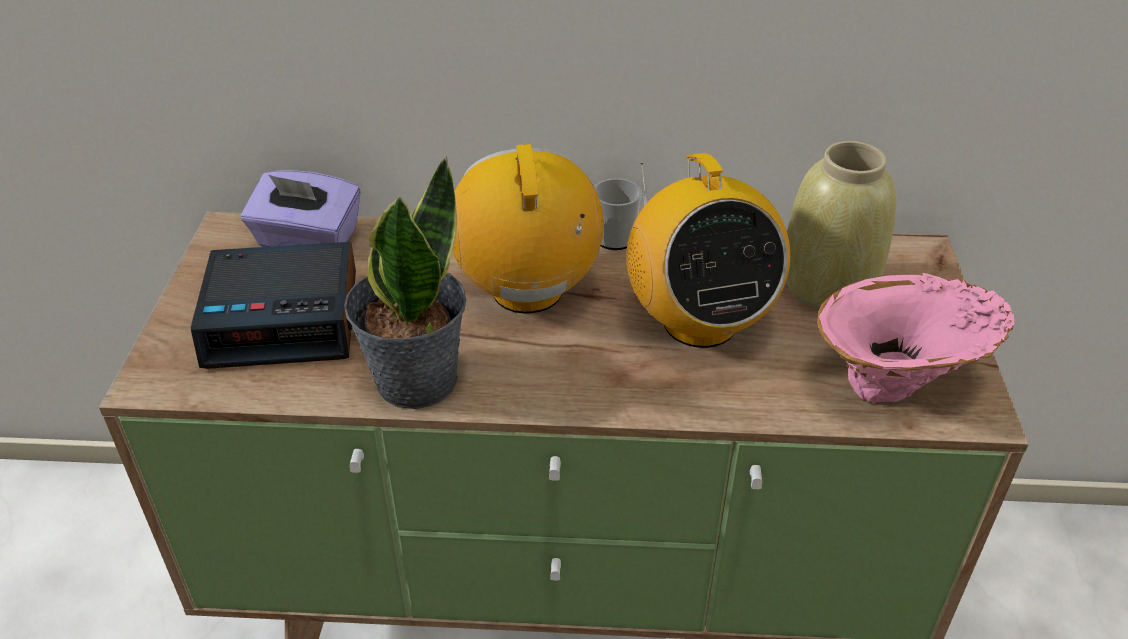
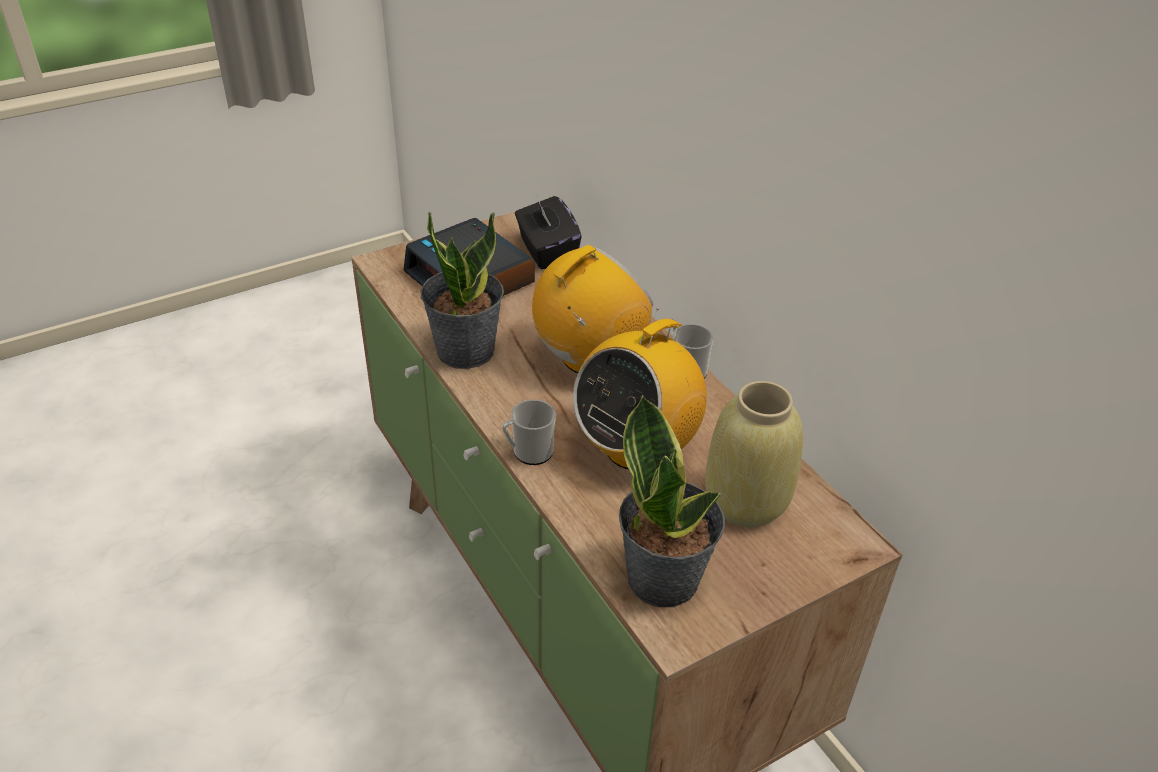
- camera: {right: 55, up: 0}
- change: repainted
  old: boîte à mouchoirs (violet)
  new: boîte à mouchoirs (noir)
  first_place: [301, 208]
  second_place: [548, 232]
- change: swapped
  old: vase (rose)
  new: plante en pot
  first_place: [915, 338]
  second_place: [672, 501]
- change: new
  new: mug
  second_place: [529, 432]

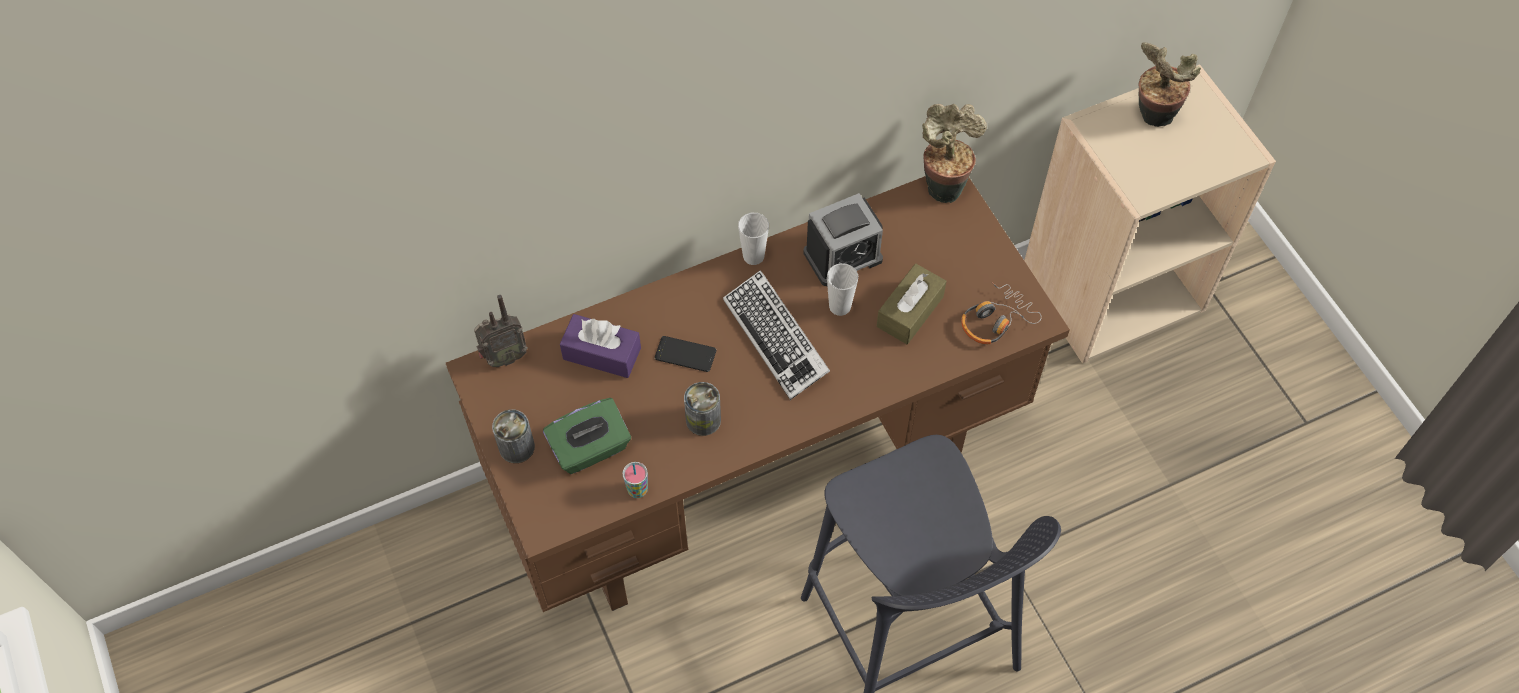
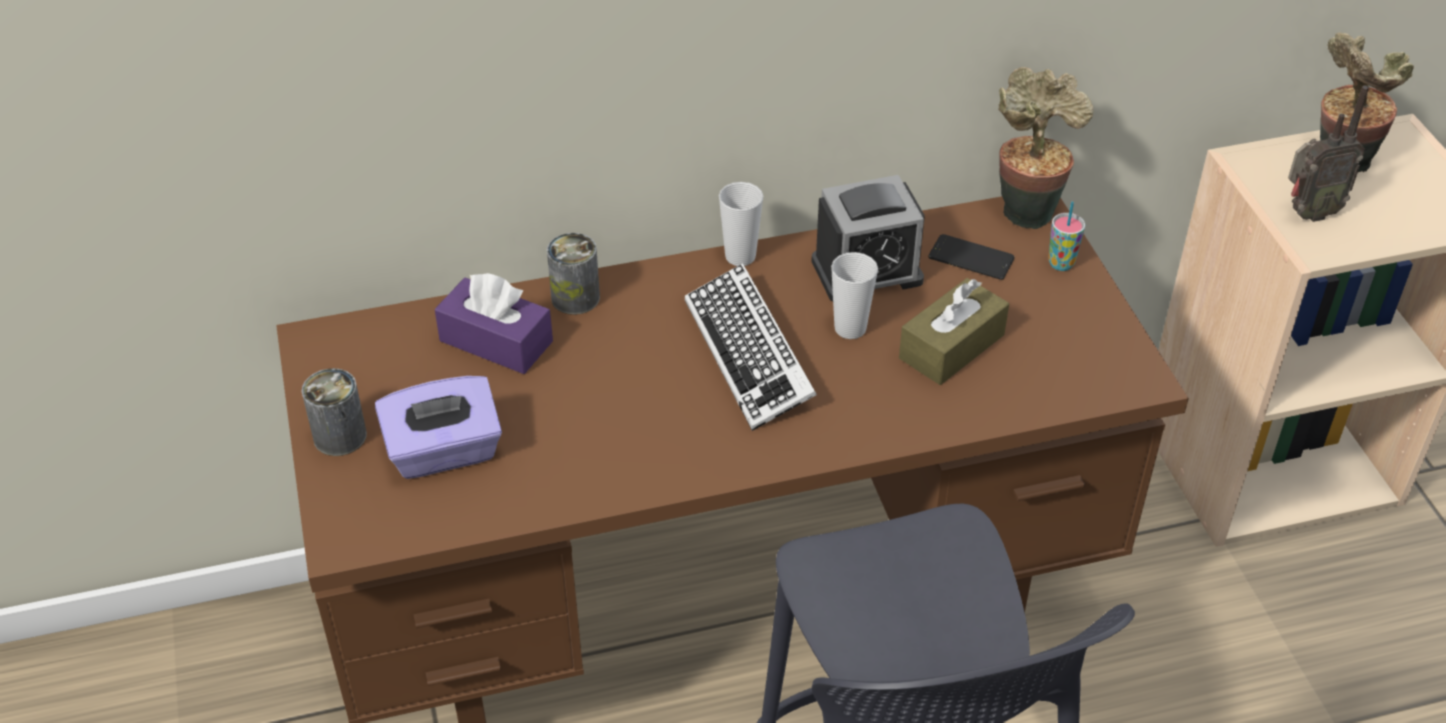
- camera: {right: 10, up: -15}
- change: shifted
  old: radio
  first_place: [501, 331]
  second_place: [1328, 154]
- change: repainted
  old: boîte à mouchoirs (vert)
  new: boîte à mouchoirs (violet)
  first_place: [587, 436]
  second_place: [438, 427]
- change: shifted
  old: tasse
  first_place: [635, 480]
  second_place: [1066, 236]
- change: shifted
  old: téléphone
  first_place: [685, 354]
  second_place: [971, 257]
- change: shifted
  old: boîte métallique
  first_place: [702, 409]
  second_place: [573, 274]
- change: gone
  old: casque audio
  first_place: [1001, 313]

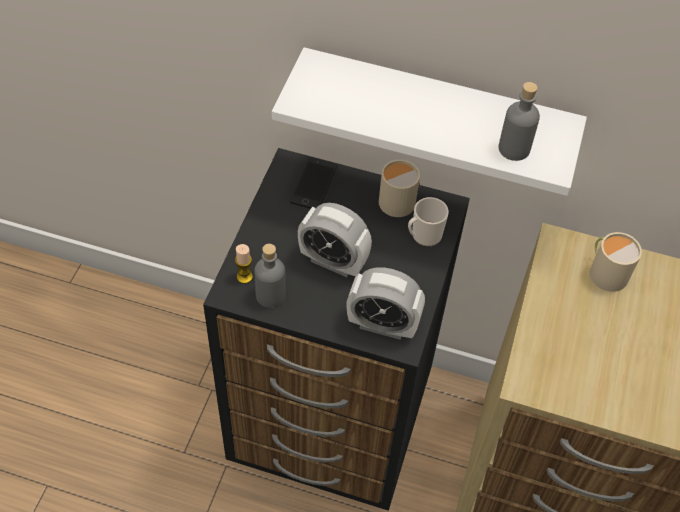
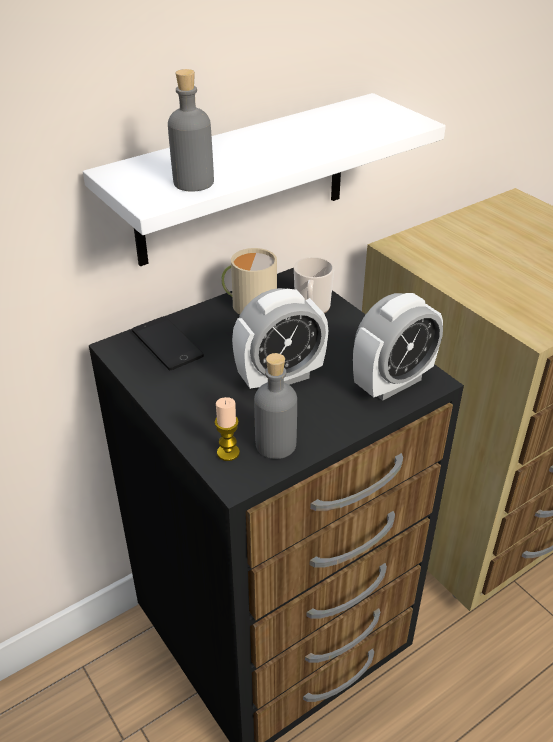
- camera: {right: -50, up: -15}
- change: shifted
  old: bouteille (gris)
  first_place: [519, 121]
  second_place: [191, 130]
- change: gone
  old: mug (beige)
  first_place: [616, 262]

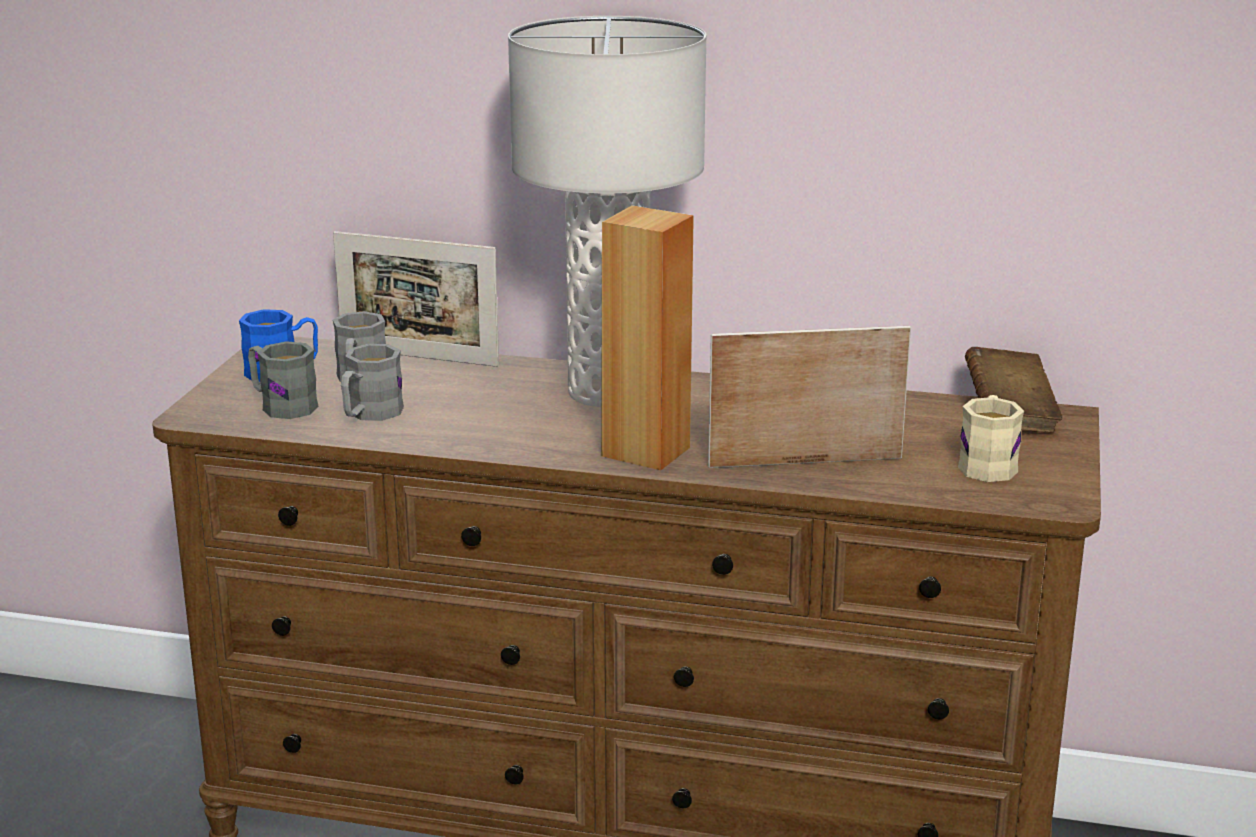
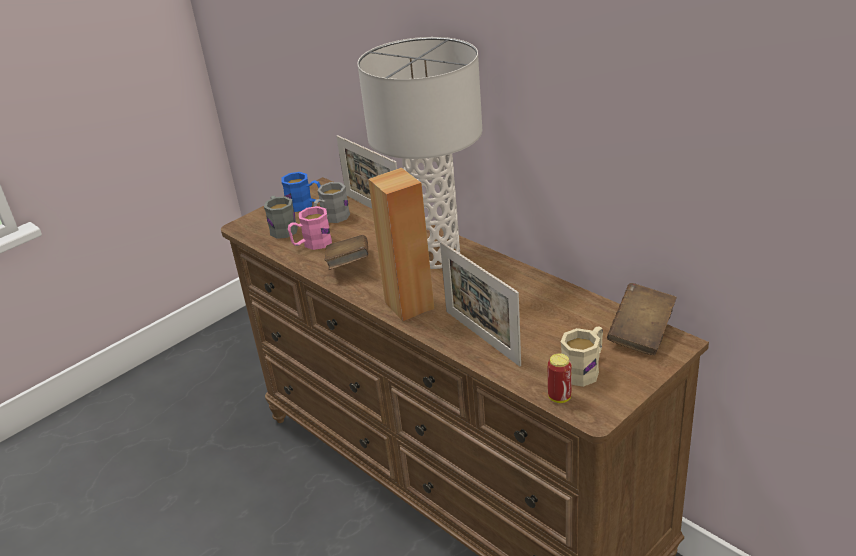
- camera: {right: 35, up: 10}
- change: repainted
  old: mug (gris)
  new: mug (rose)
  first_place: [372, 382]
  second_place: [310, 228]
- change: rotated
  old: cadre photo
  first_place: [809, 397]
  second_place: [480, 304]
  degrees: -150
- change: new
  new: livre (marron)
  second_place: [347, 252]
- change: new
  new: boîte métallique
  second_place: [560, 378]

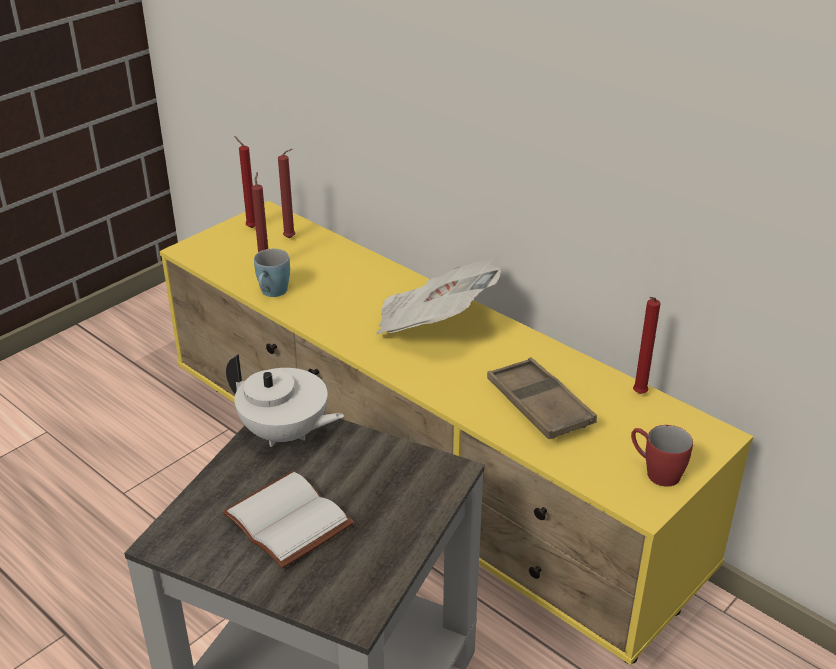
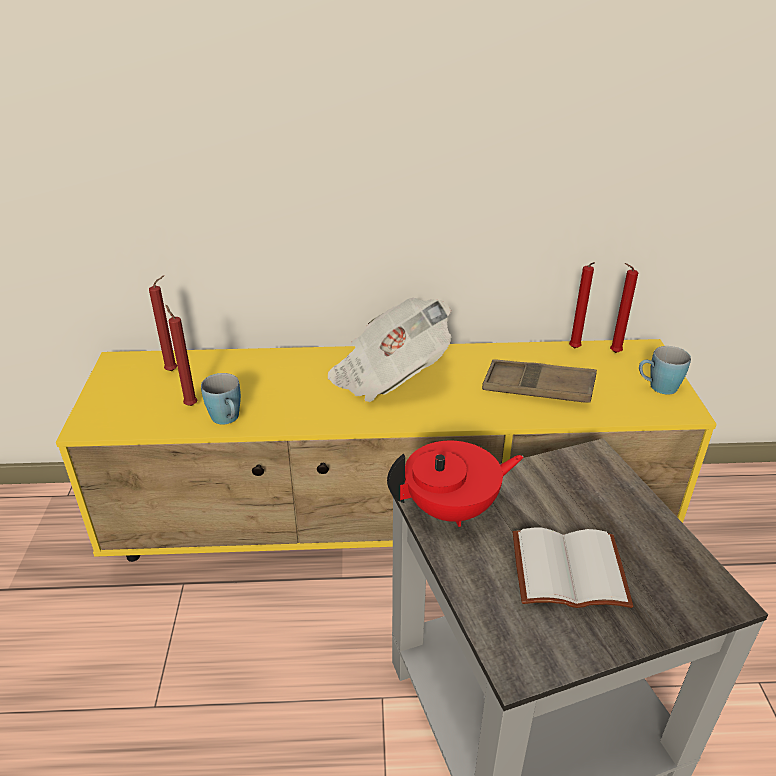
- camera: {right: -45, up: 0}
- change: repainted
  old: théière (blanc)
  new: théière (rouge)
  first_place: [285, 400]
  second_place: [455, 484]
- change: shifted
  old: bougie (rouge)
  first_place: [244, 182]
  second_place: [624, 308]
- change: repainted
  old: mug (rouge)
  new: mug (bleu)
  first_place: [662, 456]
  second_place: [665, 370]

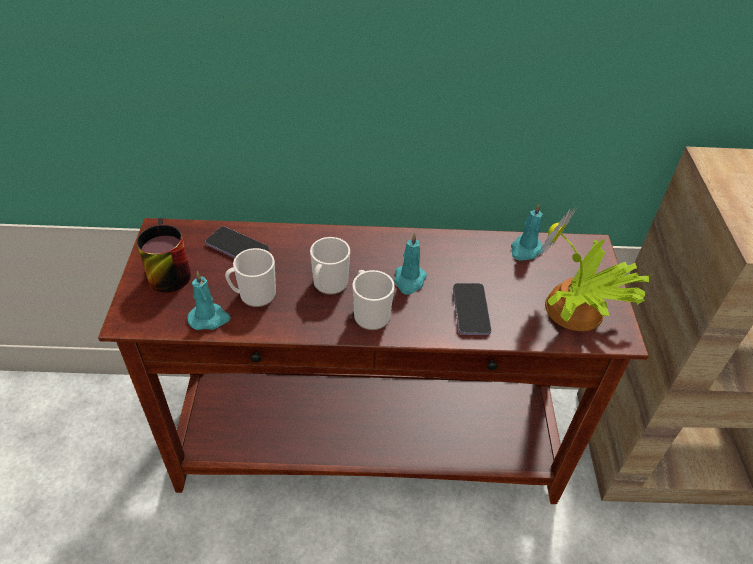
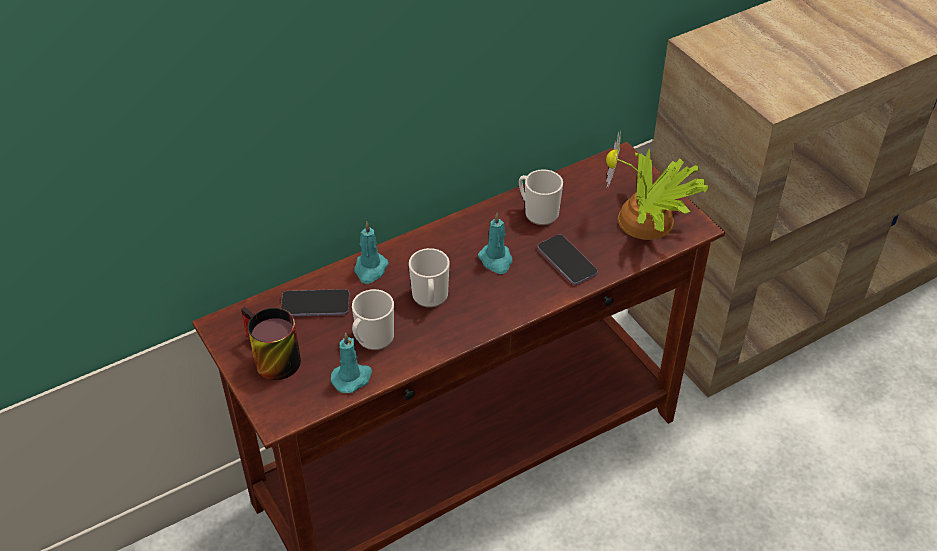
- camera: {right: -30, up: 0}
- change: shifted
  old: mug
  first_place: [374, 300]
  second_place: [541, 197]
- change: shifted
  old: bougie (turquoise)
  first_place: [527, 232]
  second_place: [371, 253]

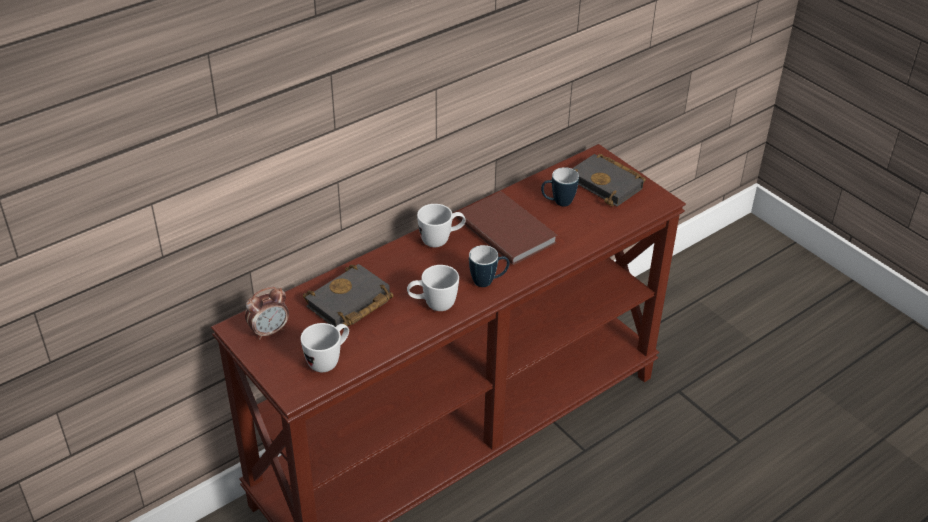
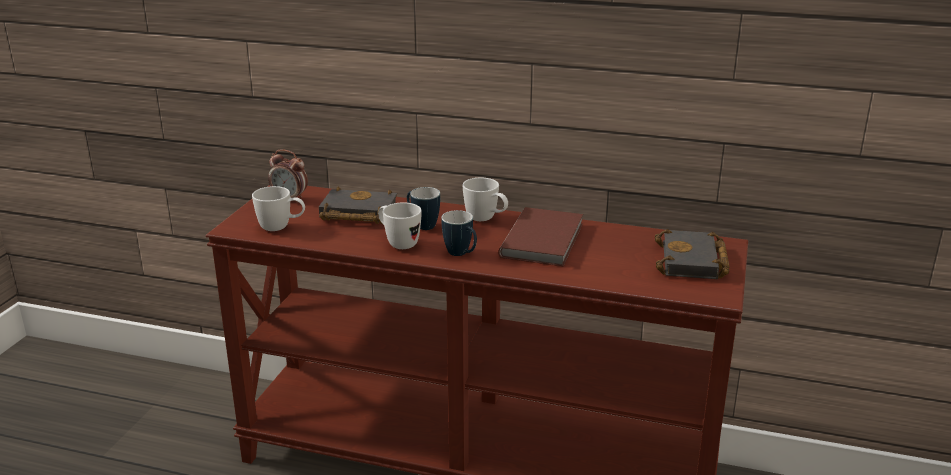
- camera: {right: 55, up: -15}
- change: shifted
  old: mug
  first_place: [560, 187]
  second_place: [423, 208]

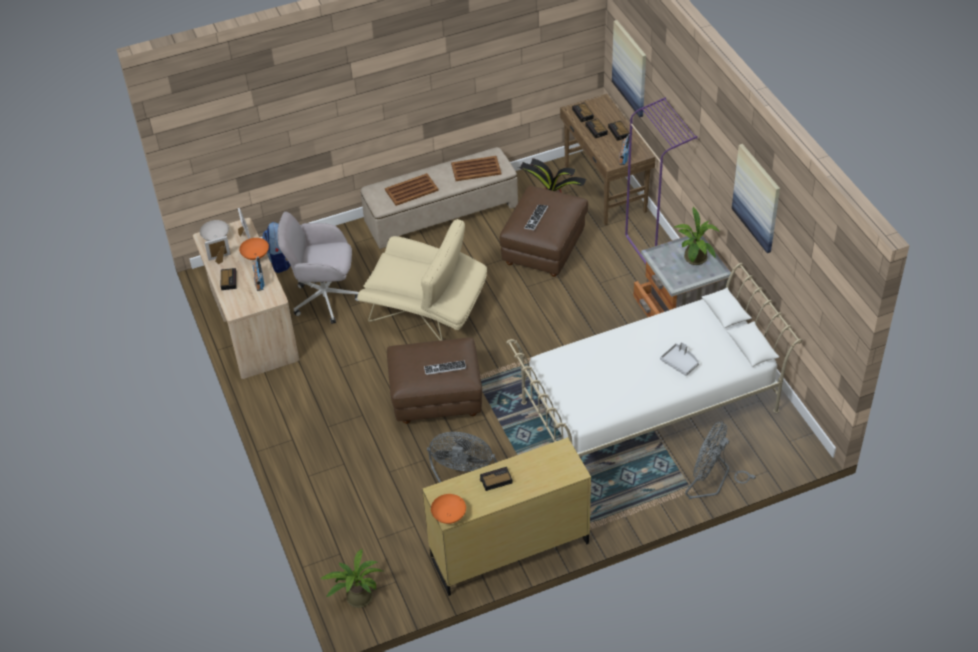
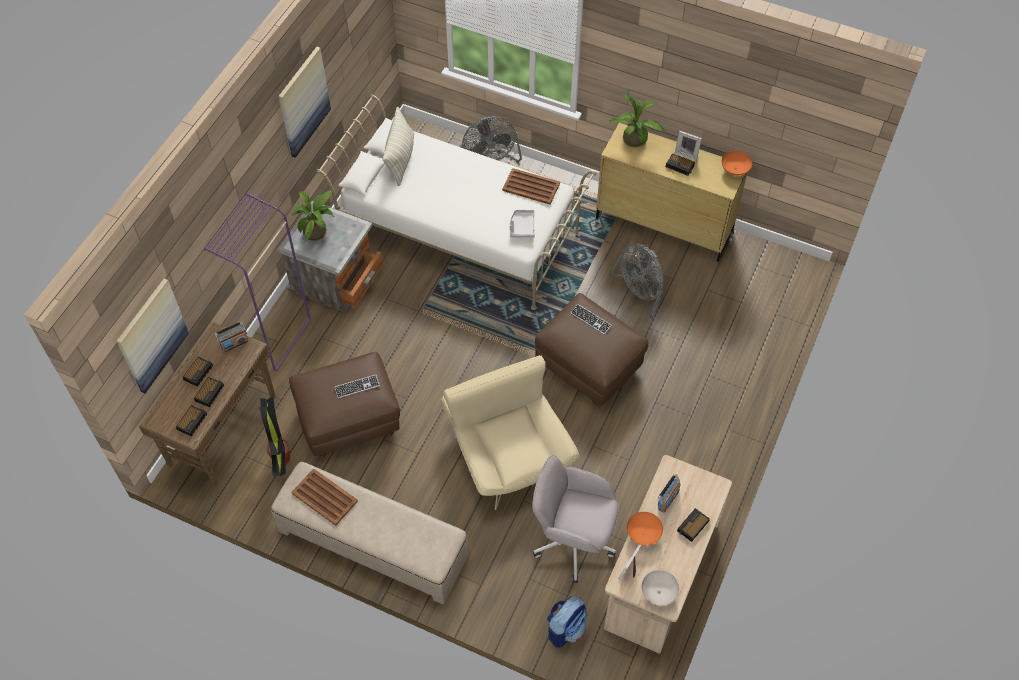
- camera: {right: -135, up: 10}
- change: shifted
  old: cadre photo
  first_place: [217, 250]
  second_place: [688, 146]
- change: rotated
  old: chaise de bureau (gris)
  first_place: [318, 268]
  second_place: [575, 519]
  degrees: 150
- change: shifted
  old: plante en pot
  first_place: [351, 578]
  second_place: [637, 120]
- change: shifted
  old: plateau (marron)
  first_place: [412, 189]
  second_place: [531, 186]
- change: shifted
  old: plateau (gris)
  first_place: [679, 359]
  second_place: [522, 224]
- change: new
  new: coussin
  second_place: [398, 146]

